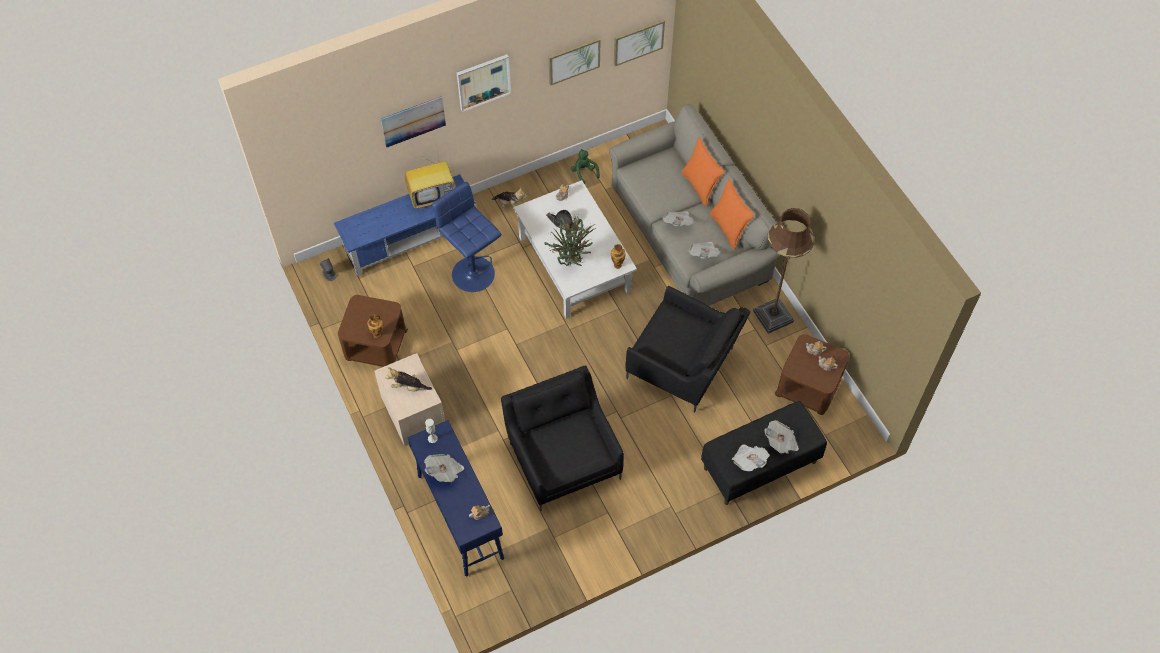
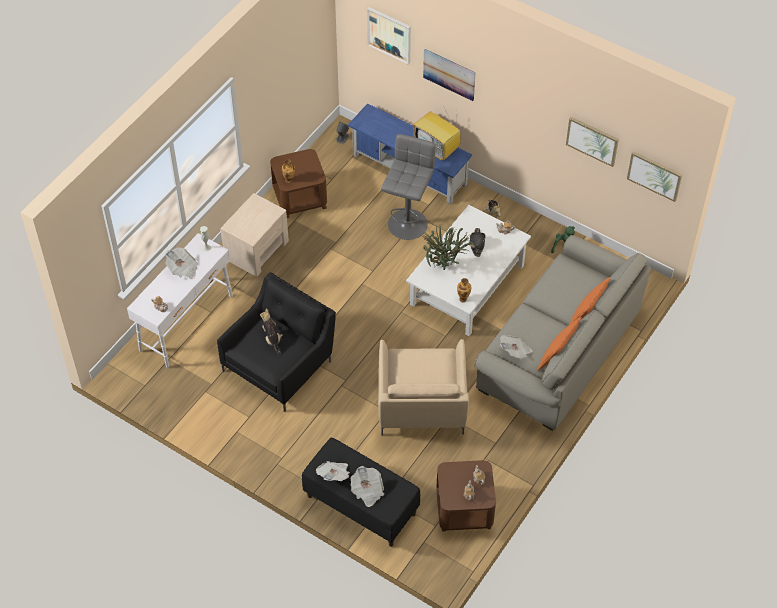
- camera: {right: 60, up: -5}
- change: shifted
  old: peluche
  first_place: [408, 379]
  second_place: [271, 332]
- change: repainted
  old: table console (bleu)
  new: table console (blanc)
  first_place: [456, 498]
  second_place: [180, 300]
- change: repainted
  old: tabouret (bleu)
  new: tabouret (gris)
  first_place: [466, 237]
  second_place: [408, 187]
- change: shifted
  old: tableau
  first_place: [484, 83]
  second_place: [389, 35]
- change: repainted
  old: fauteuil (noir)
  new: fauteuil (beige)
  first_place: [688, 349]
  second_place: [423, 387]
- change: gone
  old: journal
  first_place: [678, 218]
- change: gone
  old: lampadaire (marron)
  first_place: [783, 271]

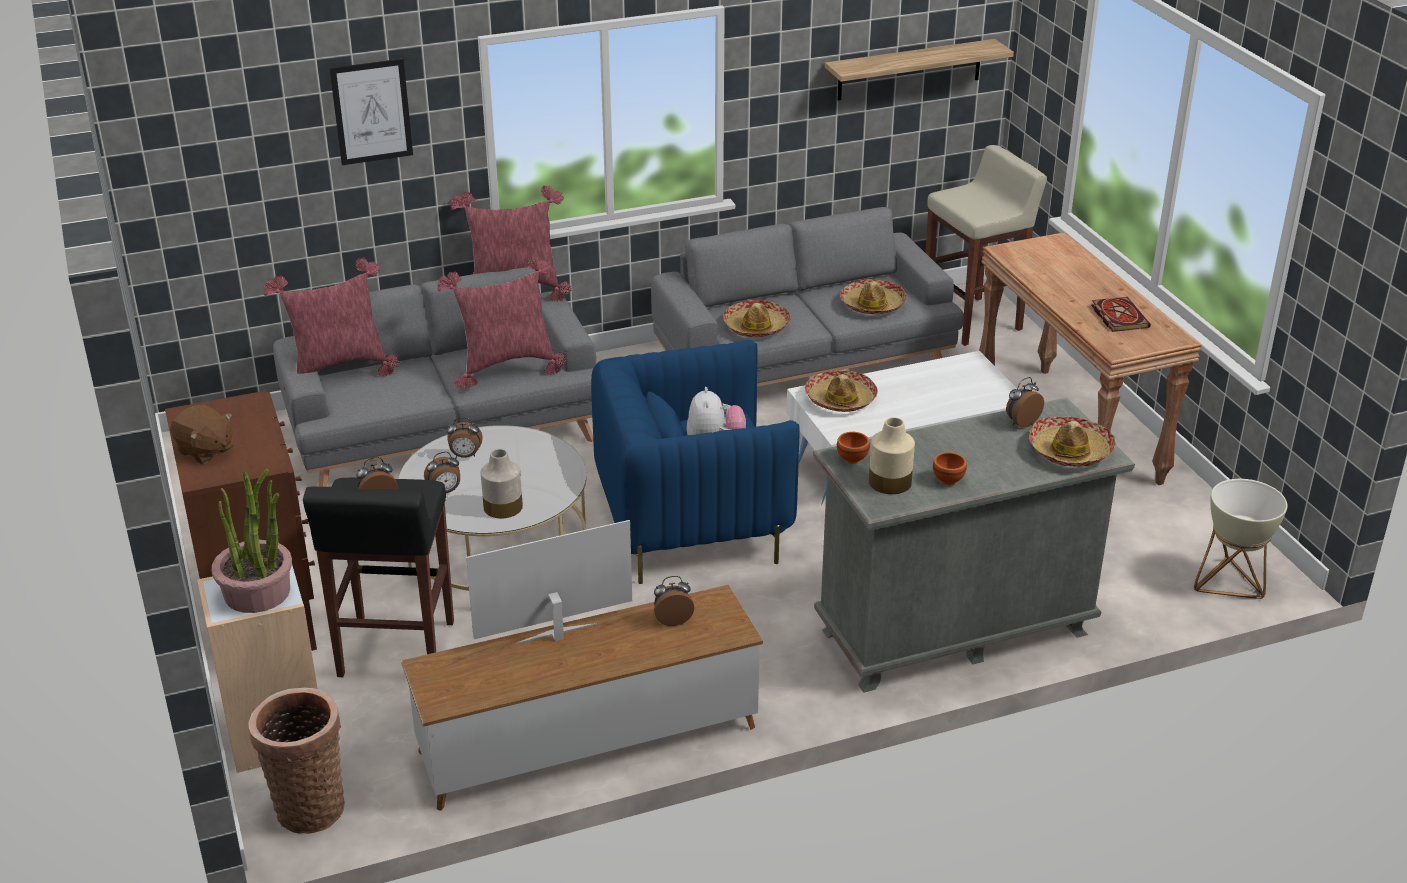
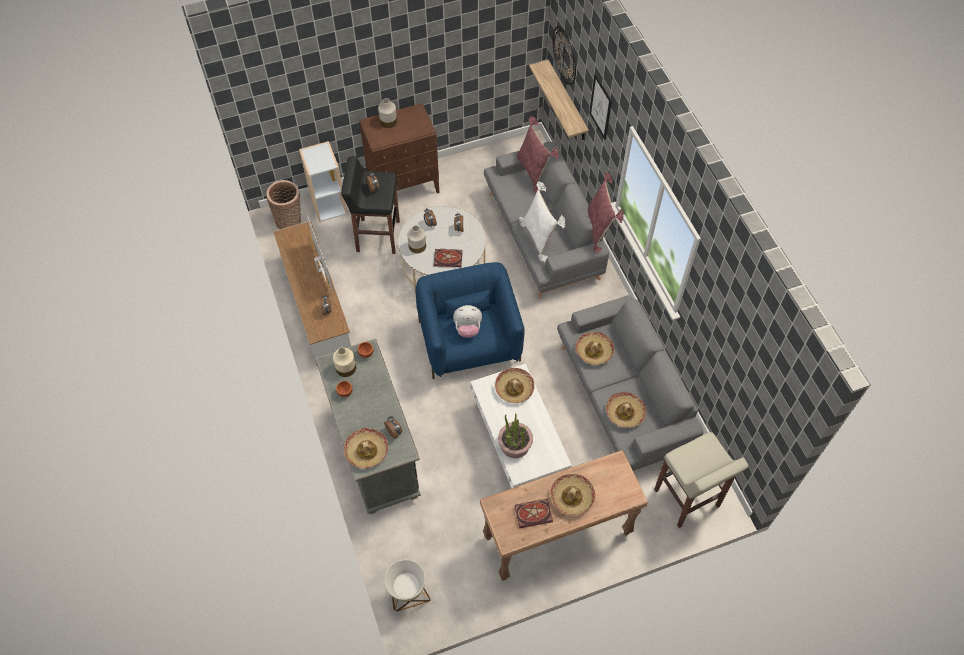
- camera: {right: 90, up: 25}
- change: swapped
  old: peluche (marron)
  new: vase (beige)
  first_place: [201, 434]
  second_place: [387, 113]
- change: shifted
  old: plante en pot
  first_place: [252, 541]
  second_place: [515, 435]
- change: repainted
  old: coussin (rouge)
  new: coussin (blanc)
  first_place: [501, 322]
  second_place: [541, 221]
- change: shifted
  old: étagère
  first_place: [919, 70]
  second_place: [559, 100]
- change: new
  new: livre
  second_place: [448, 258]
- change: new
  new: chapeau
  second_place: [572, 494]
- change: new
  new: horloge murale
  second_place: [564, 55]

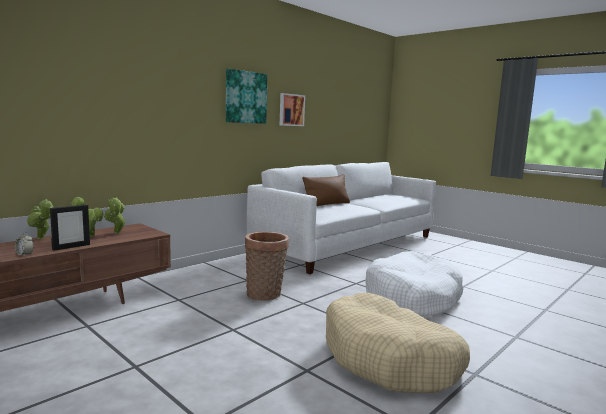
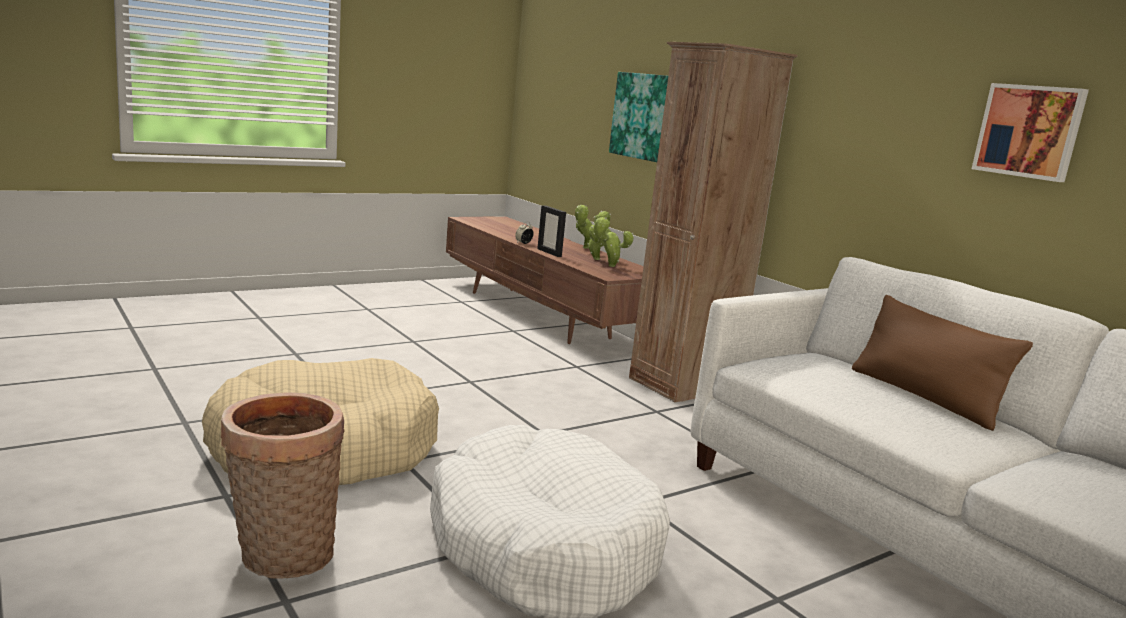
- camera: {right: 100, up: 5}
- change: shifted
  old: tableau
  first_place: [246, 96]
  second_place: [638, 117]
- change: shifted
  old: panier
  first_place: [267, 266]
  second_place: [283, 485]
- change: new
  new: meuble de rangement (marron)
  second_place: [713, 222]

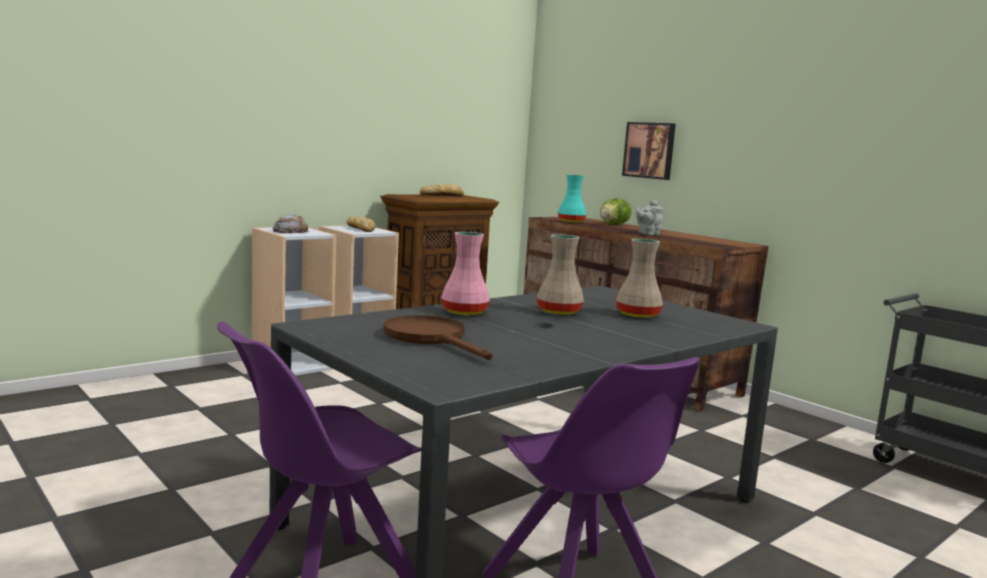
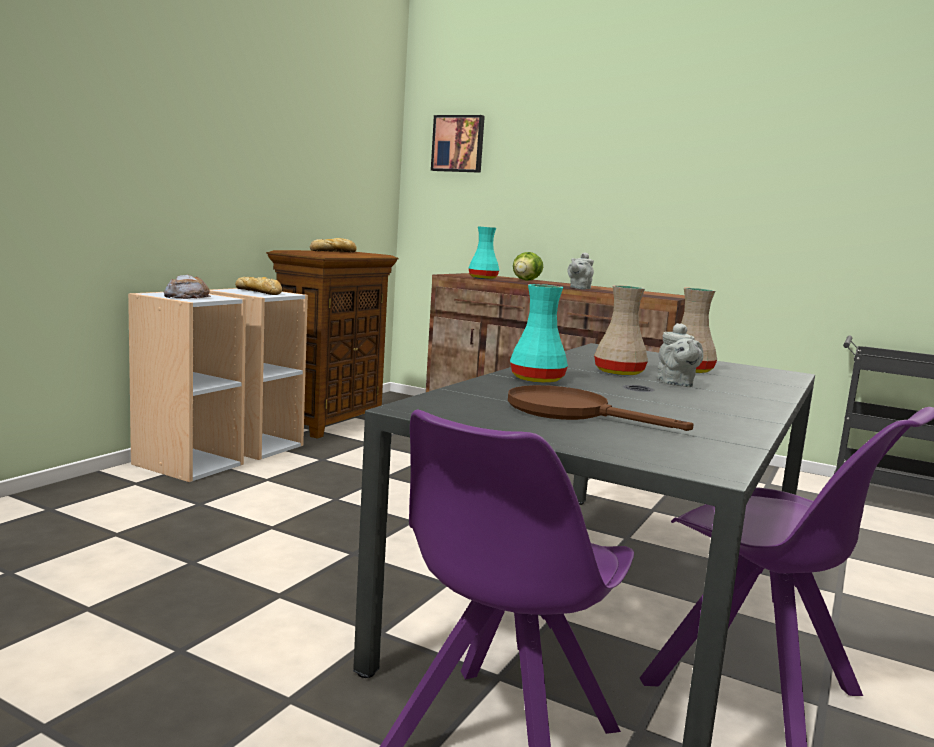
- camera: {right: -20, up: 0}
- change: repainted
  old: vase (rose)
  new: vase (turquoise)
  first_place: [465, 273]
  second_place: [539, 333]
- change: shifted
  old: tableau
  first_place: [649, 151]
  second_place: [458, 144]
- change: new
  new: théière (gris)
  second_place: [680, 355]

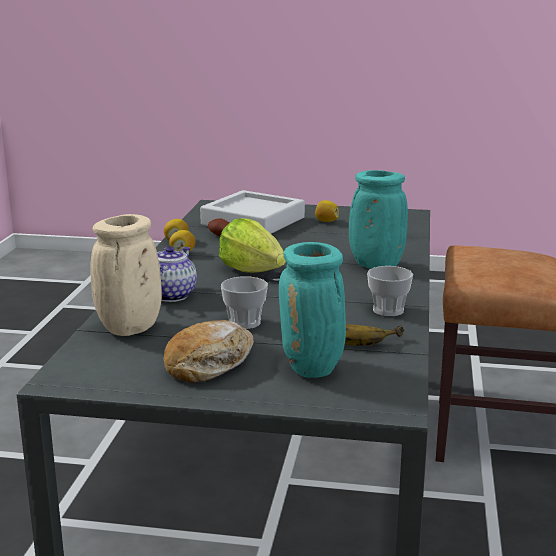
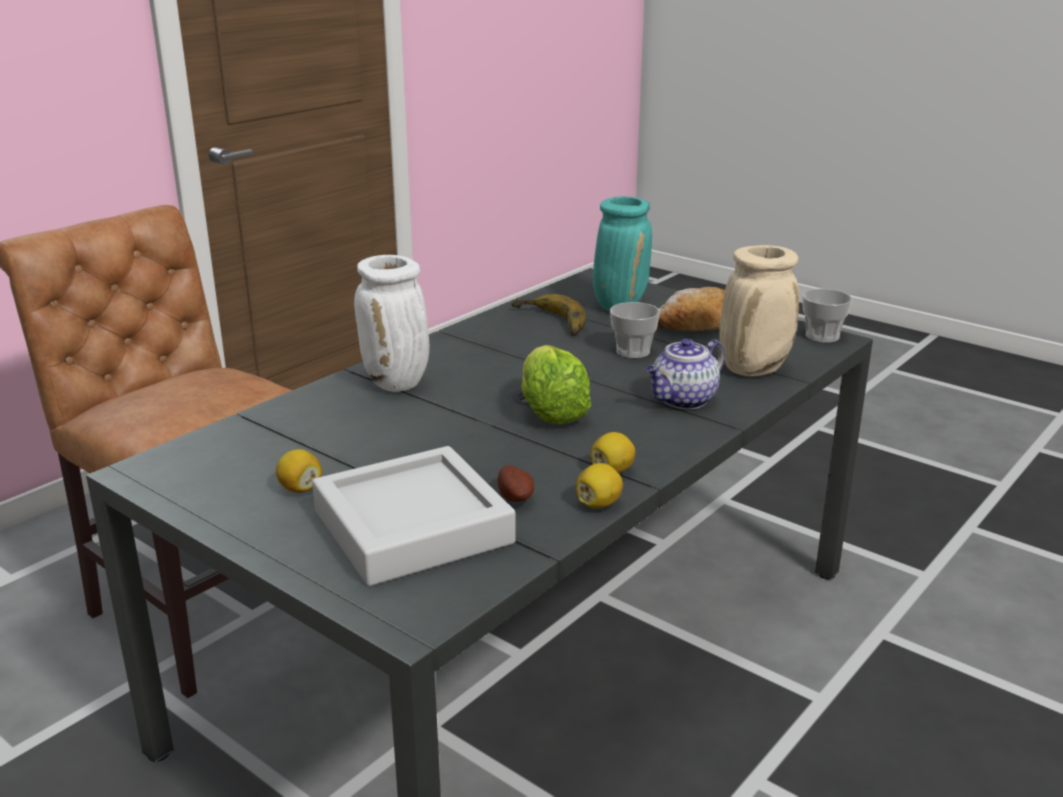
- camera: {right: -150, up: 5}
- change: repainted
  old: vase (turquoise)
  new: vase (blanc)
  first_place: [378, 219]
  second_place: [391, 323]
- change: shifted
  old: tasse
  first_place: [390, 291]
  second_place: [827, 316]

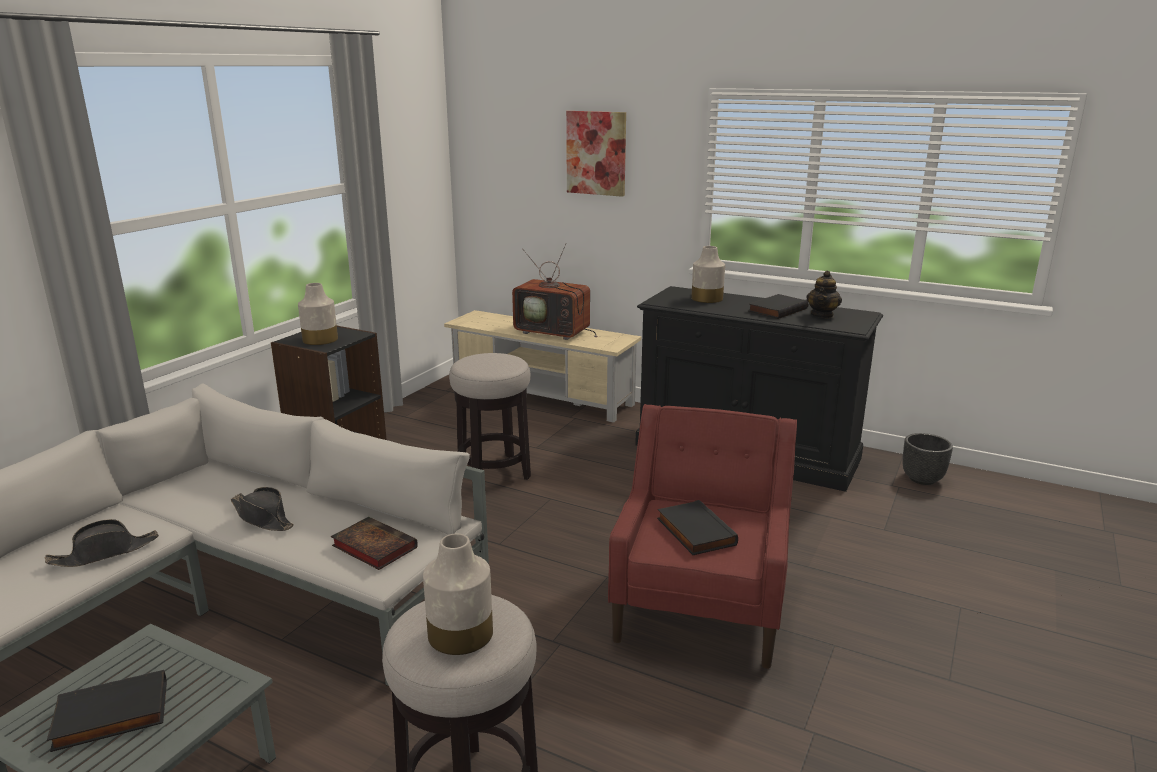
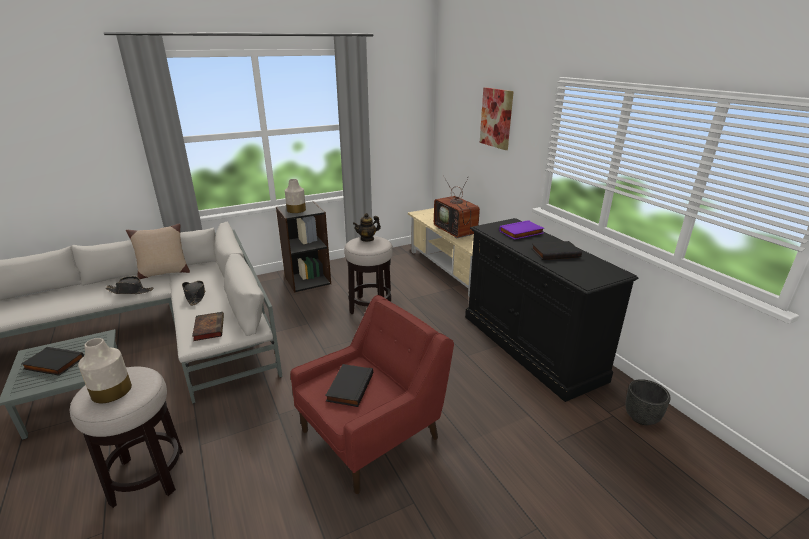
- camera: {right: 35, up: 5}
- change: swapped
  old: vase (beige)
  new: livre (violet)
  first_place: [708, 274]
  second_place: [521, 229]
- change: shifted
  old: théière
  first_place: [824, 294]
  second_place: [367, 227]
- change: new
  new: coussin (beige)
  second_place: [158, 251]

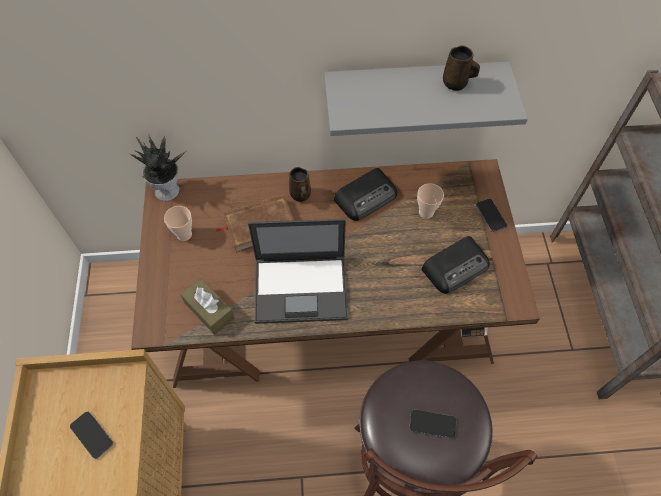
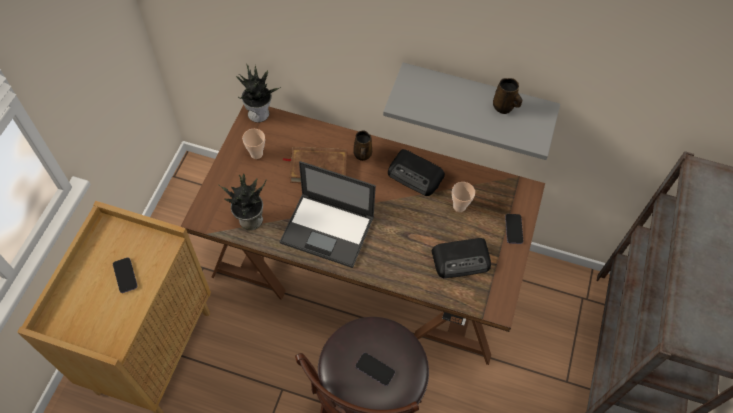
- camera: {right: 20, up: 0}
- change: swapped
  old: boîte à mouchoirs (marron)
  new: plante en pot
  first_place: [207, 306]
  second_place: [243, 202]
- change: rotated
  old: radio
  first_place: [365, 194]
  second_place: [416, 172]
  degrees: 45

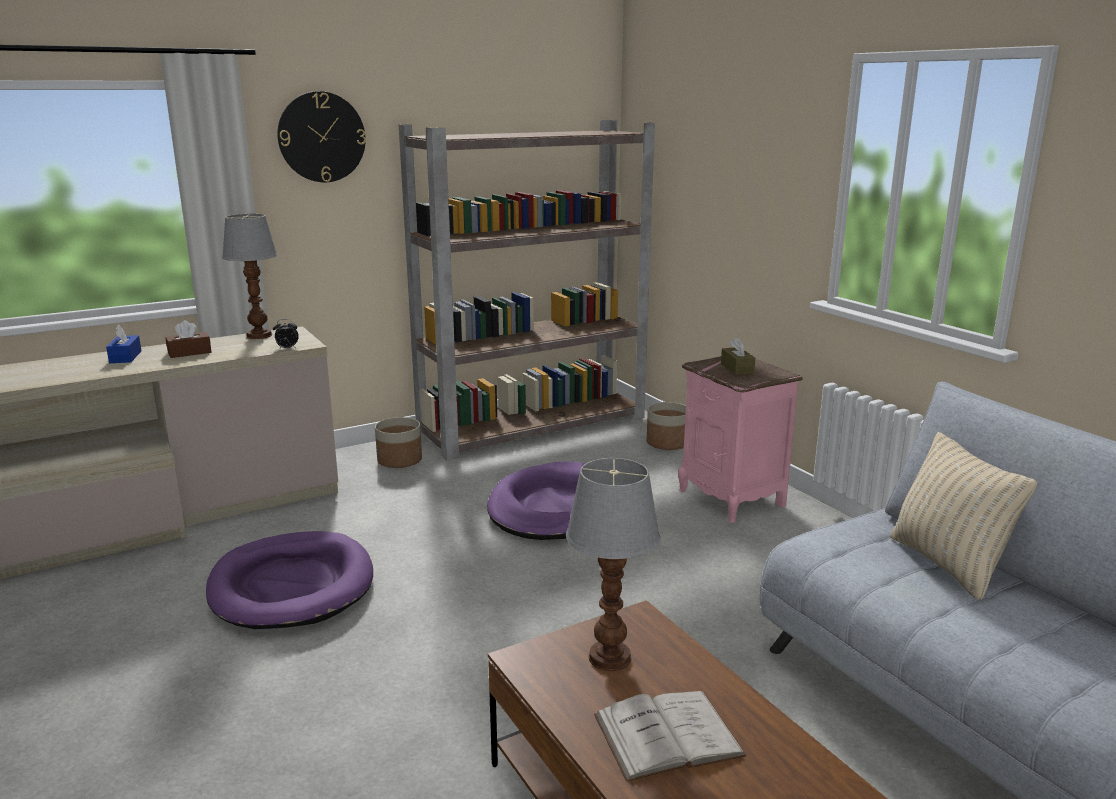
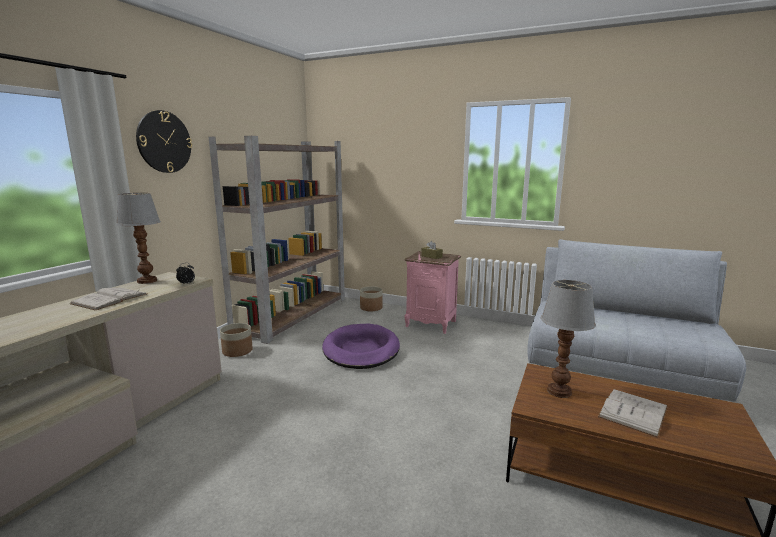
- camera: {right: -35, up: -5}
- change: gone
  old: boîte à mouchoirs (bleu)
  first_place: [124, 344]
- change: swapped
  old: boîte à mouchoirs (marron)
  new: livre (blanc)
  first_place: [188, 339]
  second_place: [108, 299]
- change: gone
  old: panier pour chien (violet)
  first_place: [289, 580]
- change: gone
  old: coussin (beige)
  first_place: [963, 516]

